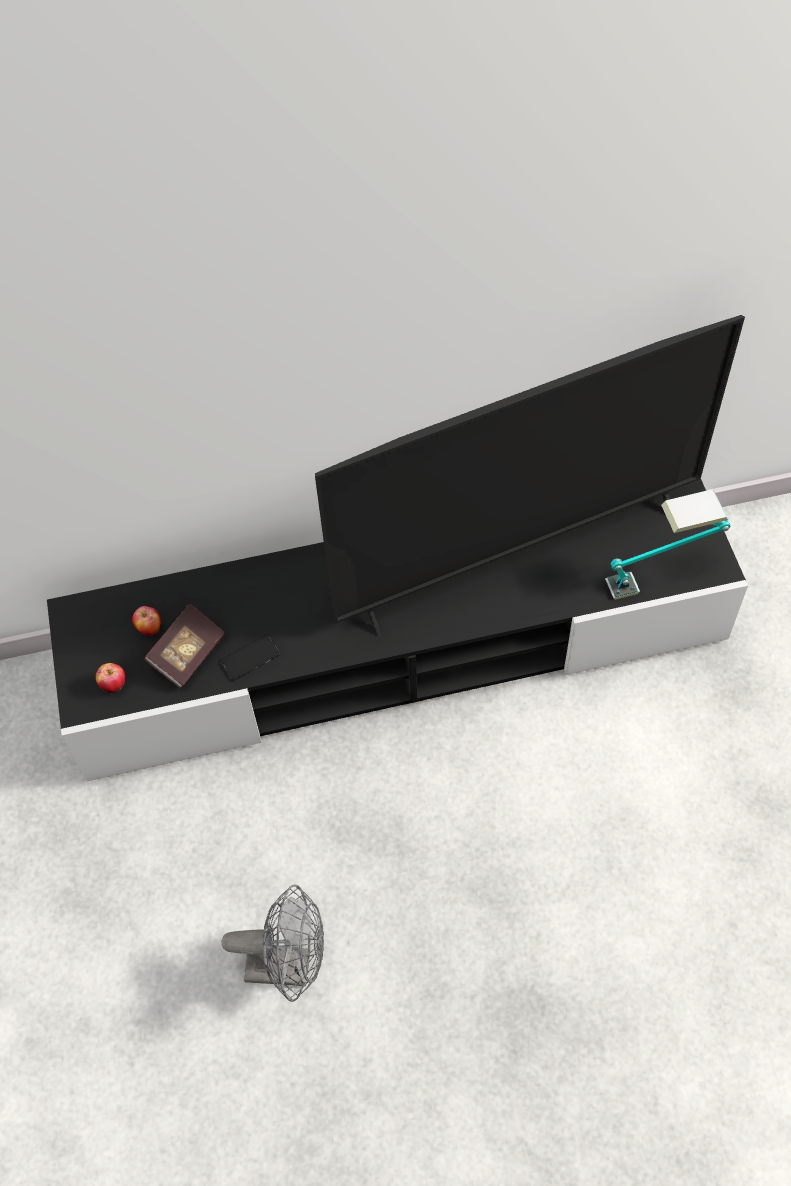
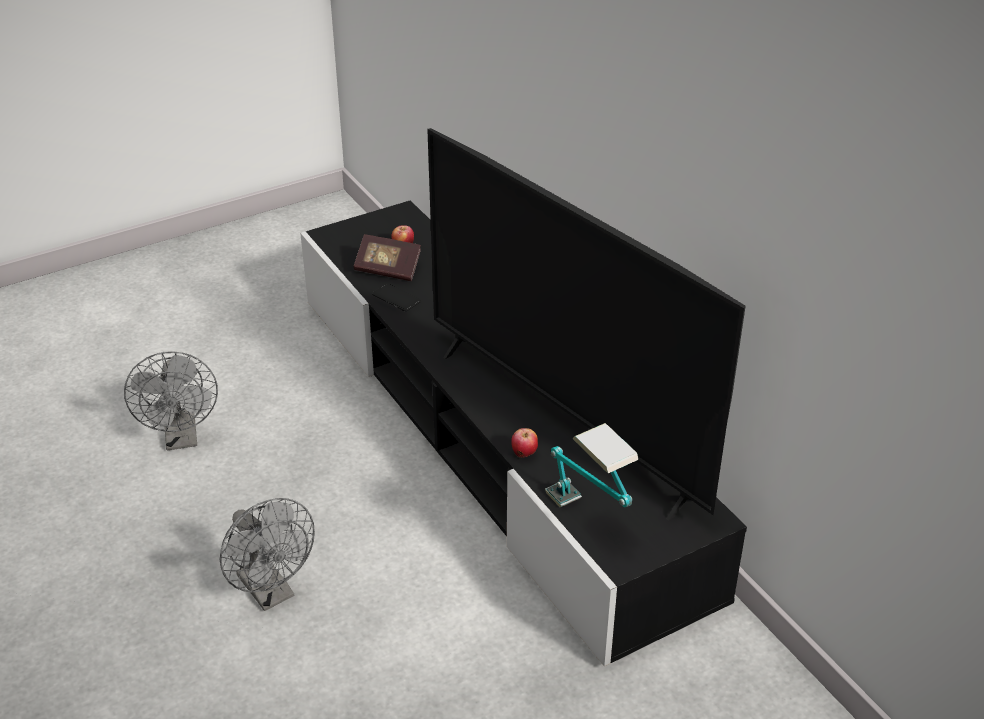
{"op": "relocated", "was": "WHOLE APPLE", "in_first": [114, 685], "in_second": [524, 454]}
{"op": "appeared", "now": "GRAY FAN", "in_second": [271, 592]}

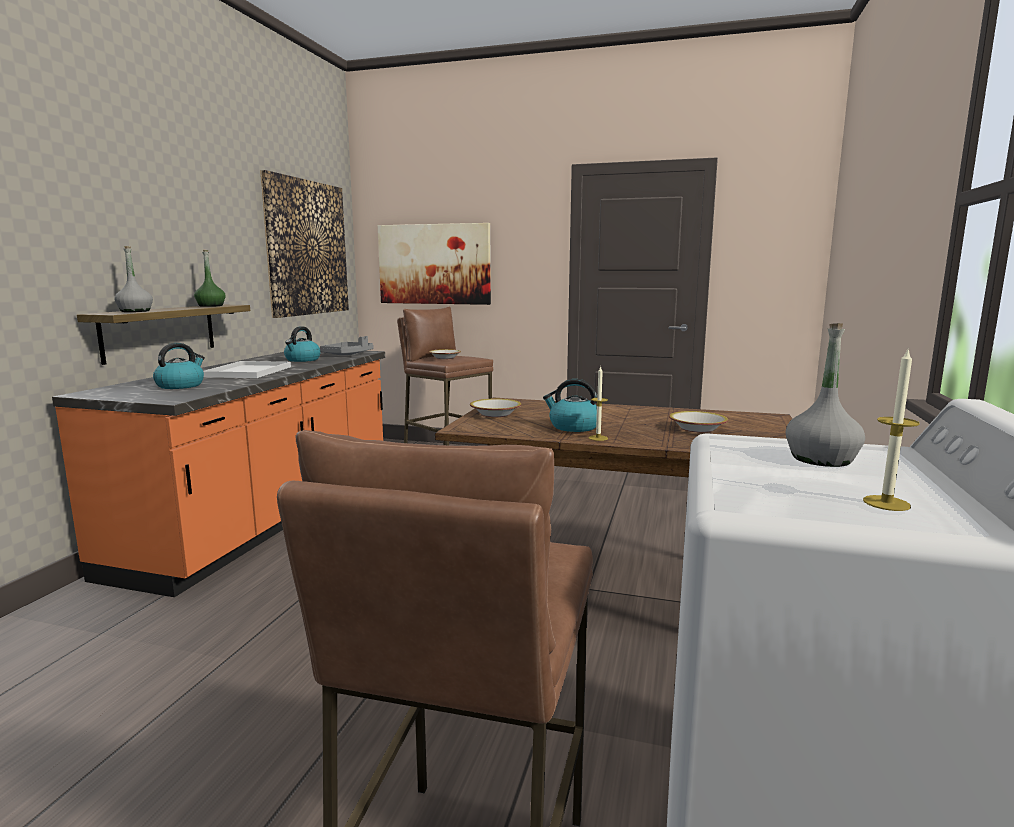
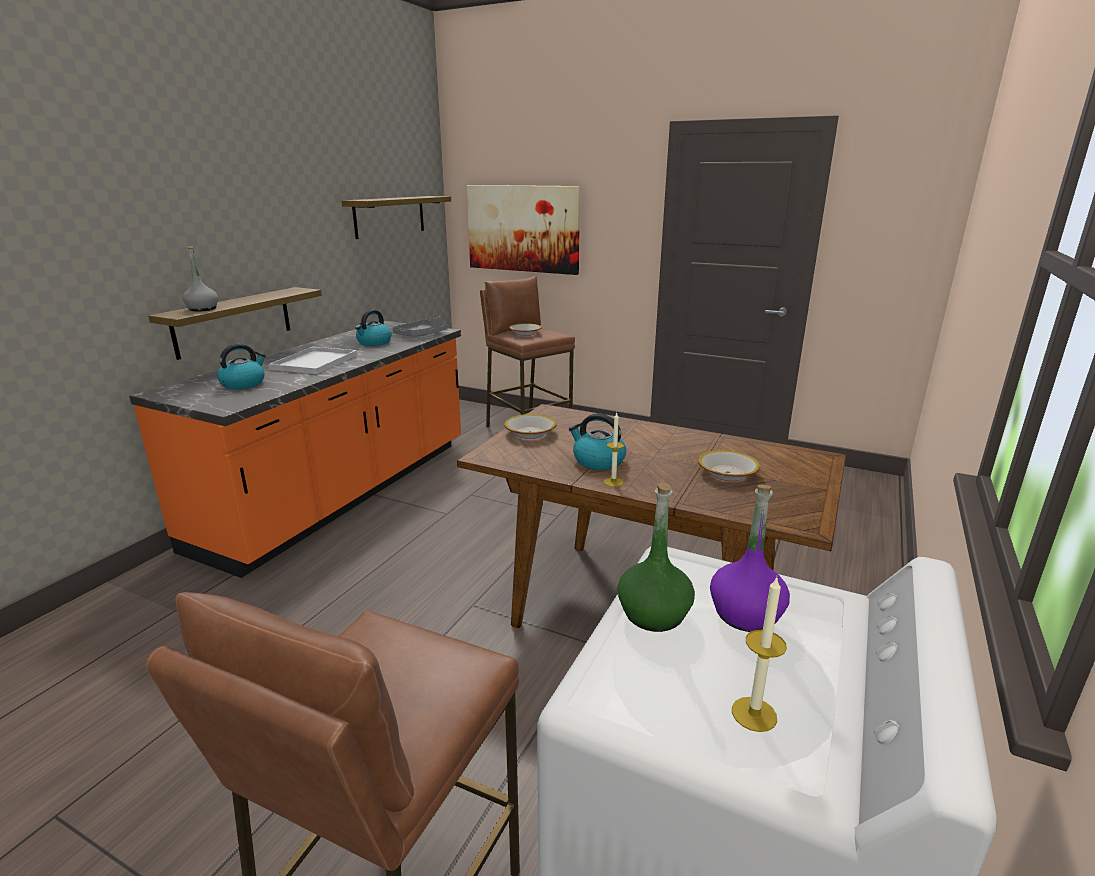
{"op": "relocated", "was": "GREEN-COLOURED DRINK BOTTLE", "in_first": [211, 306], "in_second": [654, 614]}
{"op": "exchanged", "was": "PICTURE", "now": "SHELF", "in_first": [307, 248], "in_second": [389, 216]}
{"op": "colour", "was": "GRAY DRINK BOTTLE", "now": "PURPLISH DRINK BOTTLE", "in_first": [821, 459], "in_second": [745, 614]}

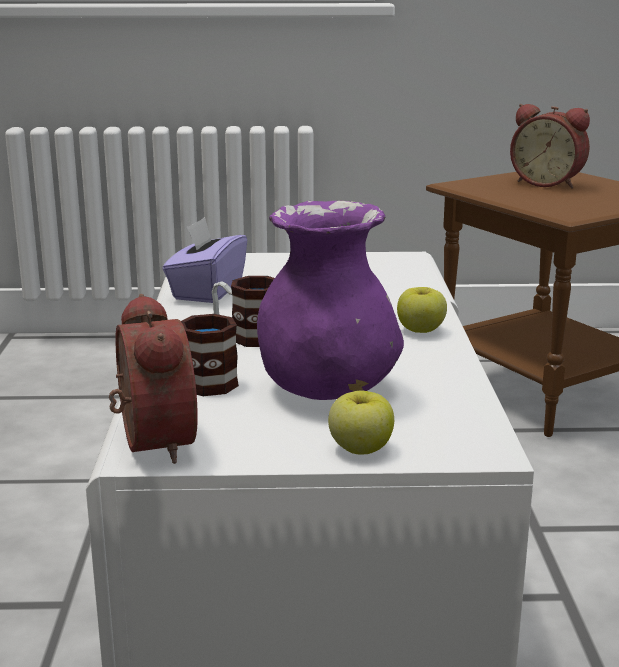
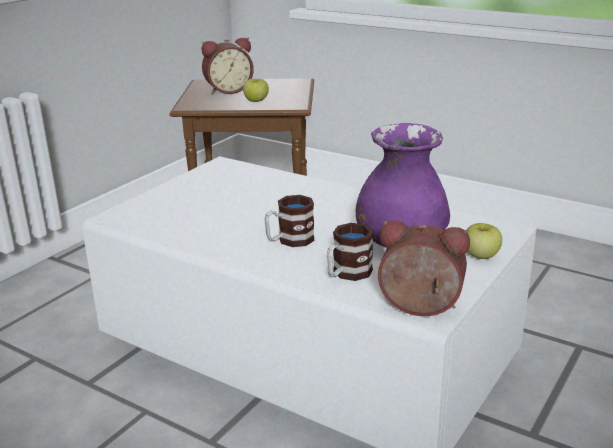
{"op": "missing", "was": "PURPLISH TISSUE HOLDER", "in_first": [207, 291]}
{"op": "relocated", "was": "WHOLE APPLE", "in_first": [421, 330], "in_second": [256, 101]}

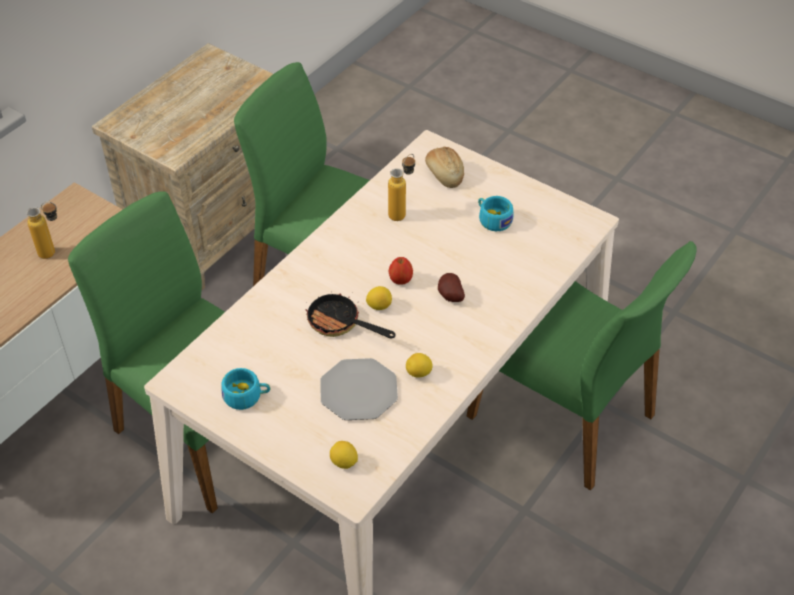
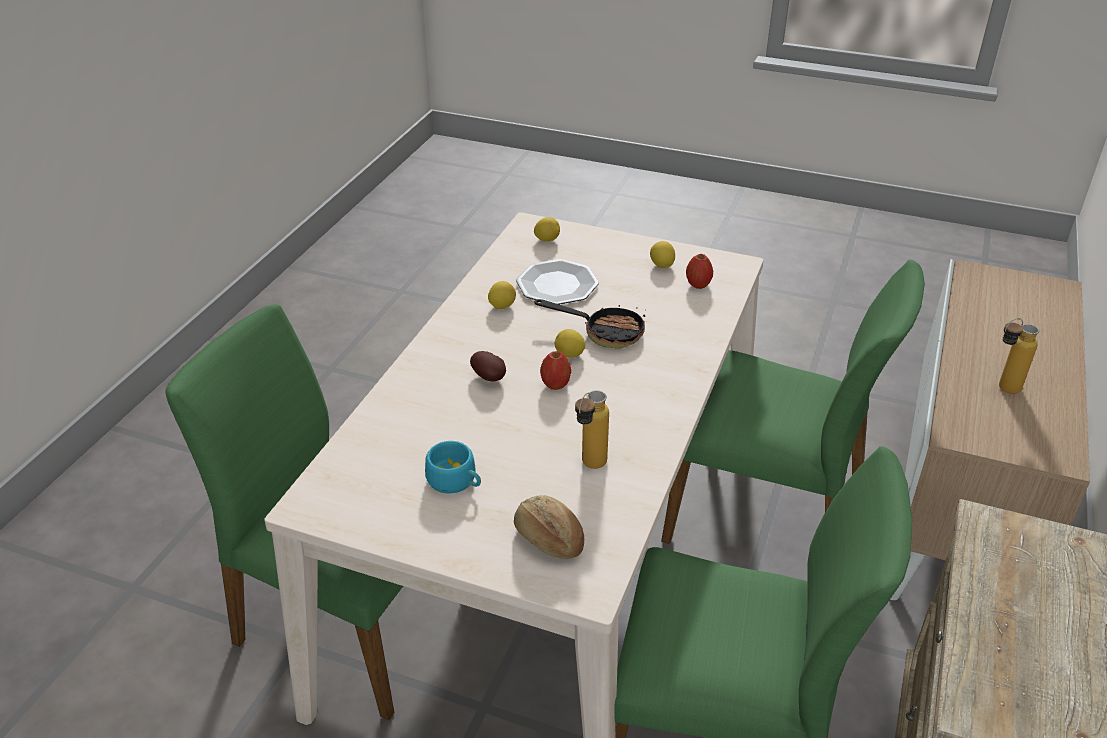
{"op": "exchanged", "was": "BLUE-GREEN CUP", "now": "WHOLE LEMON", "in_first": [247, 396], "in_second": [662, 265]}
{"op": "appeared", "now": "WHOLE APPLE", "in_second": [698, 284]}

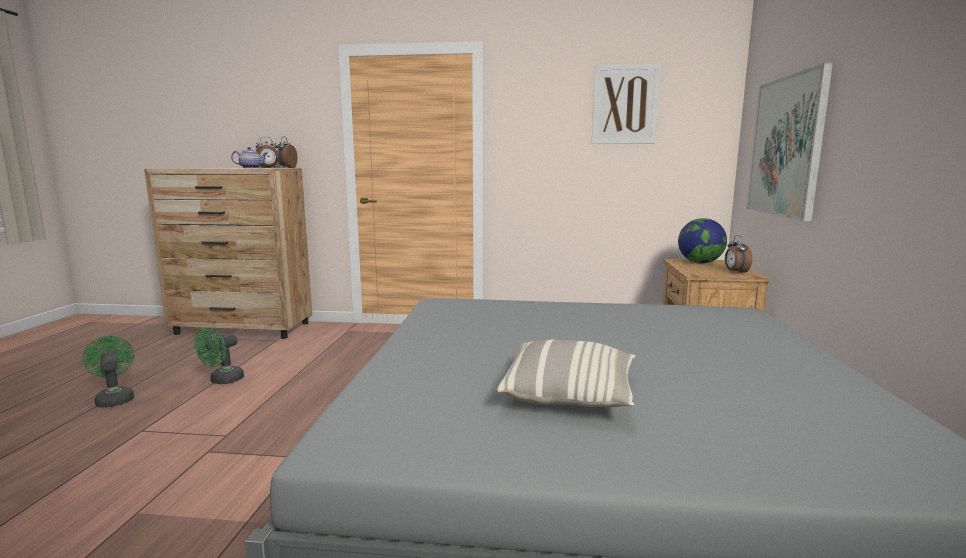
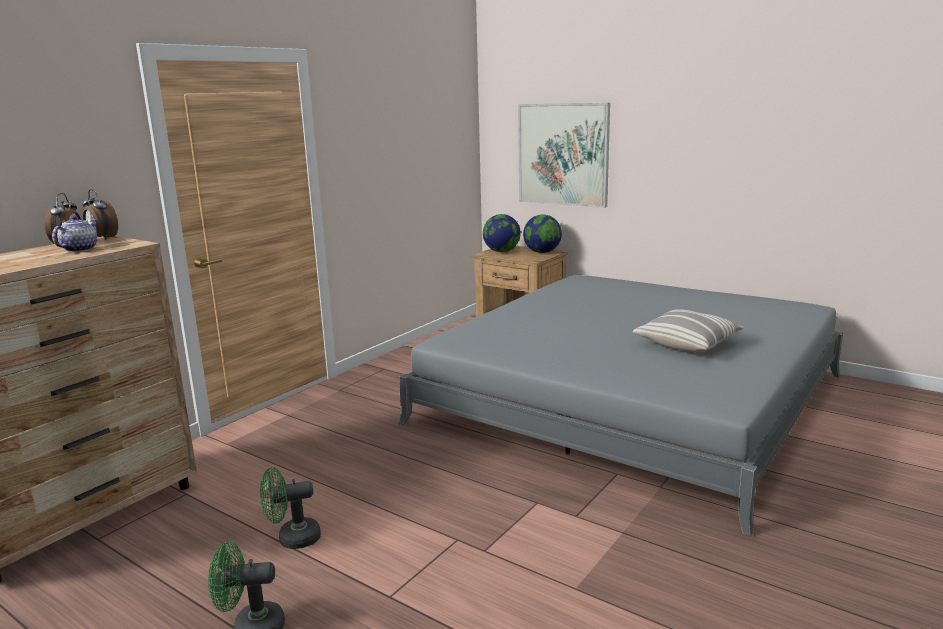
{"op": "spun", "was": "GREEN-COLOURED FAN", "in_first": [222, 381], "in_second": [292, 539], "clockwise": 105}
{"op": "missing", "was": "PICTURE", "in_first": [624, 105]}
{"op": "exchanged", "was": "ALARM CLOCK", "now": "GLOBE", "in_first": [735, 272], "in_second": [542, 252]}

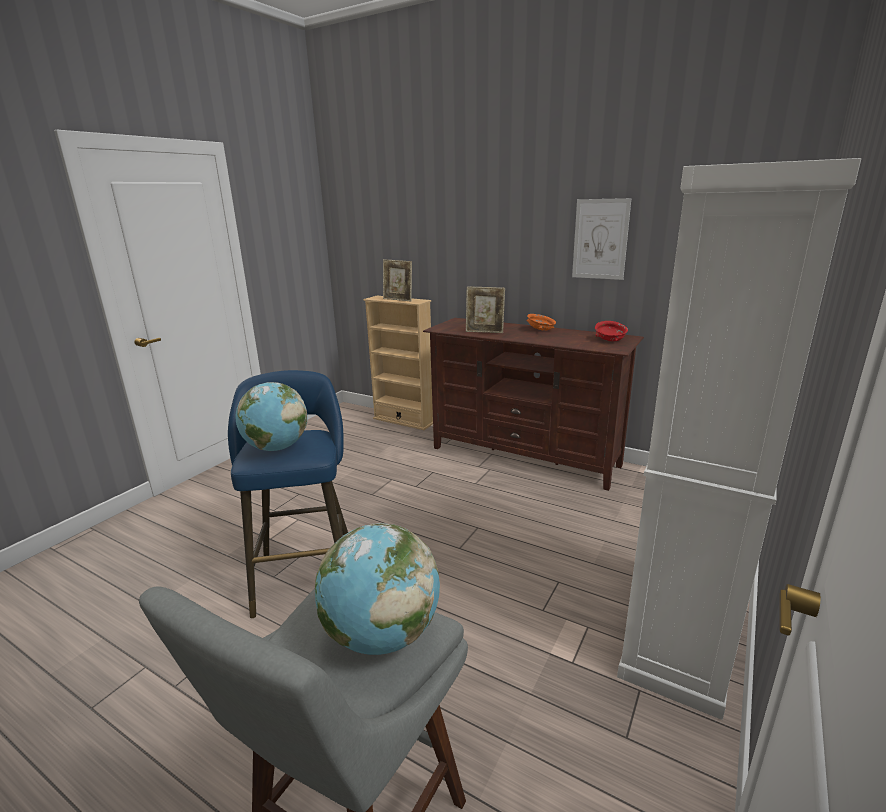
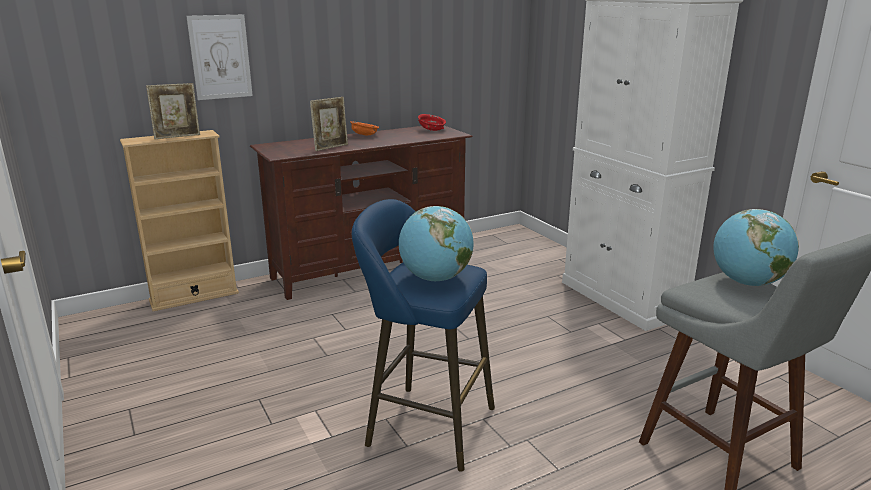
{"op": "relocated", "was": "PICTURE", "in_first": [600, 239], "in_second": [220, 57]}

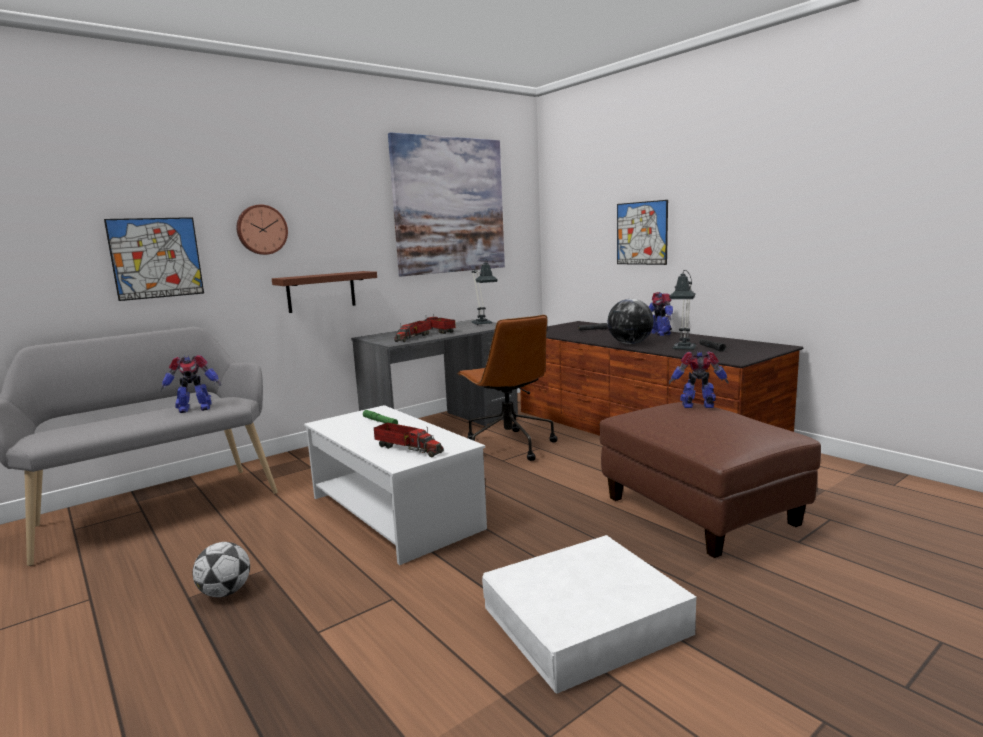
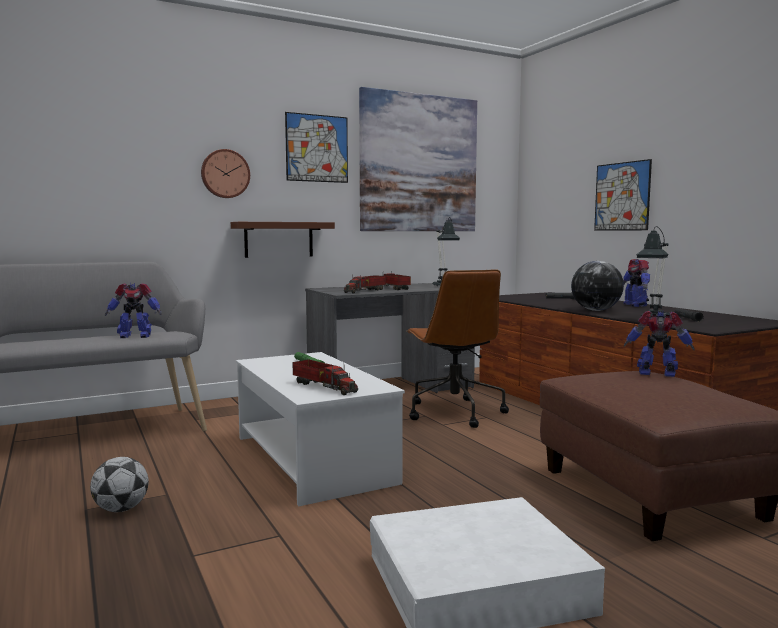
{"op": "relocated", "was": "PICTURE", "in_first": [156, 258], "in_second": [317, 148]}

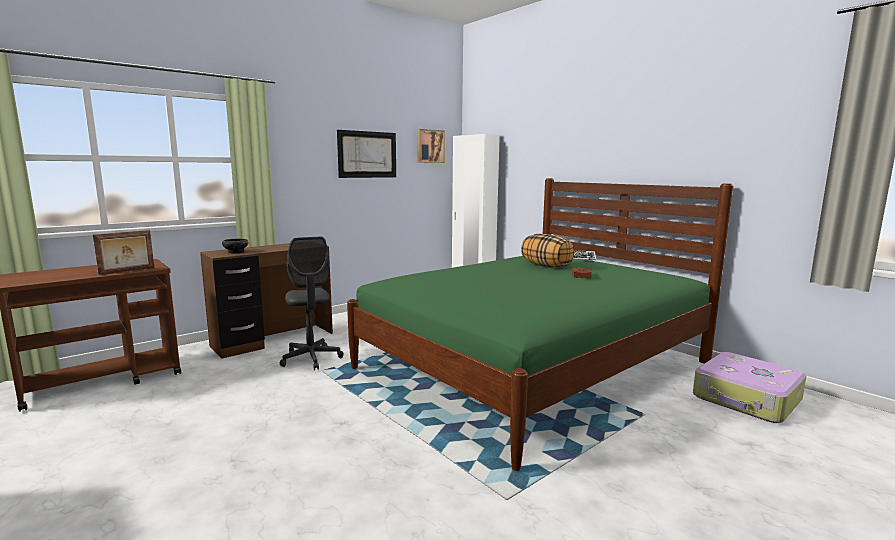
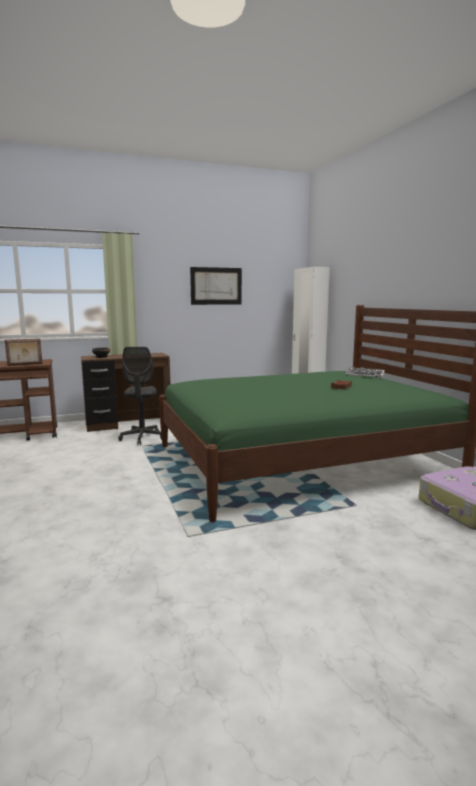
{"op": "missing", "was": "PICTURE", "in_first": [429, 146]}
{"op": "missing", "was": "THROW PILLOW", "in_first": [546, 266]}

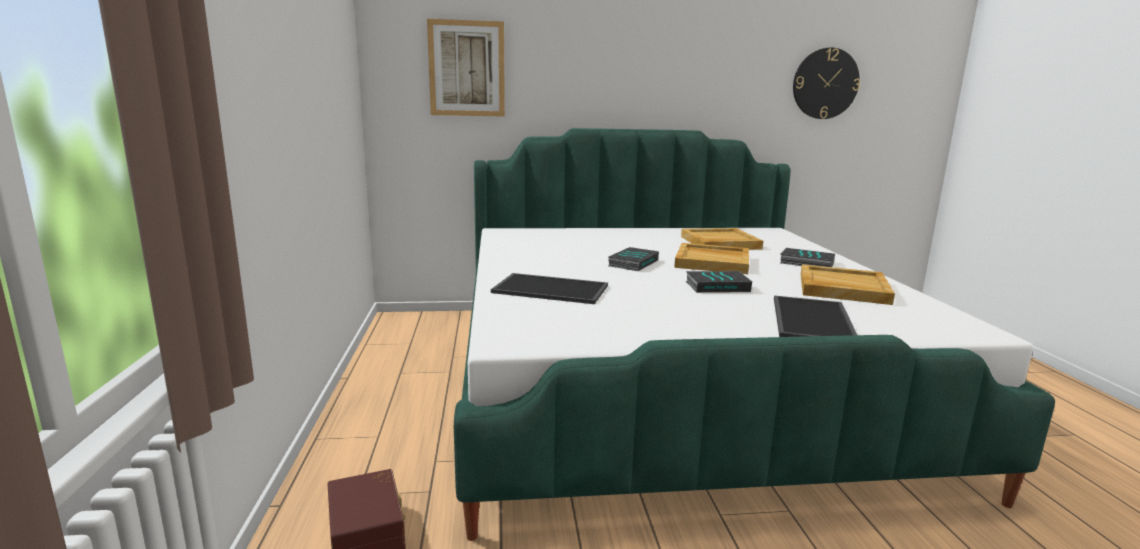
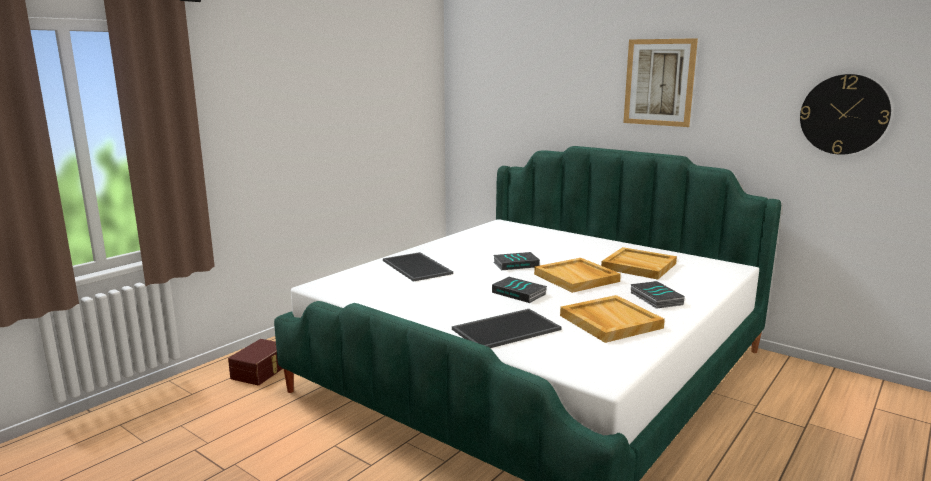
{"op": "relocated", "was": "PICTURE", "in_first": [467, 69], "in_second": [659, 82]}

